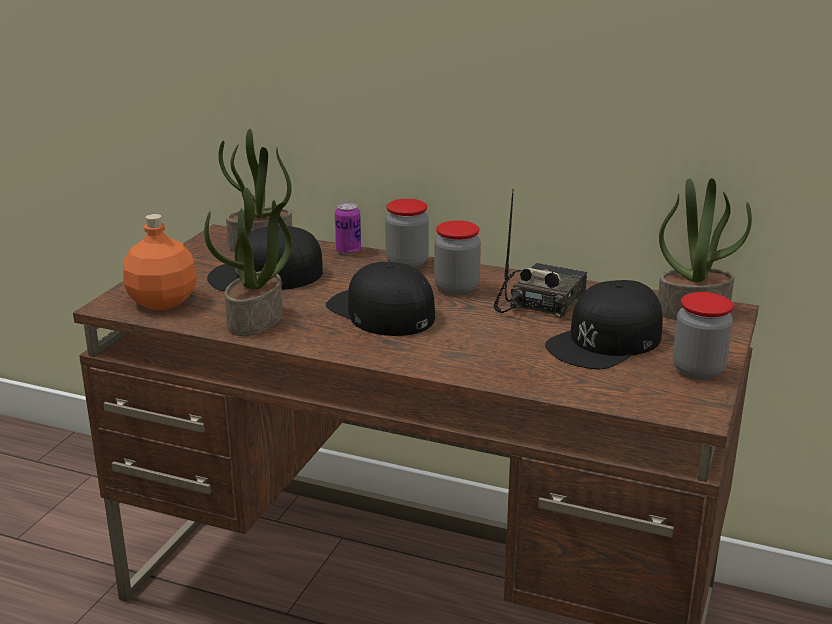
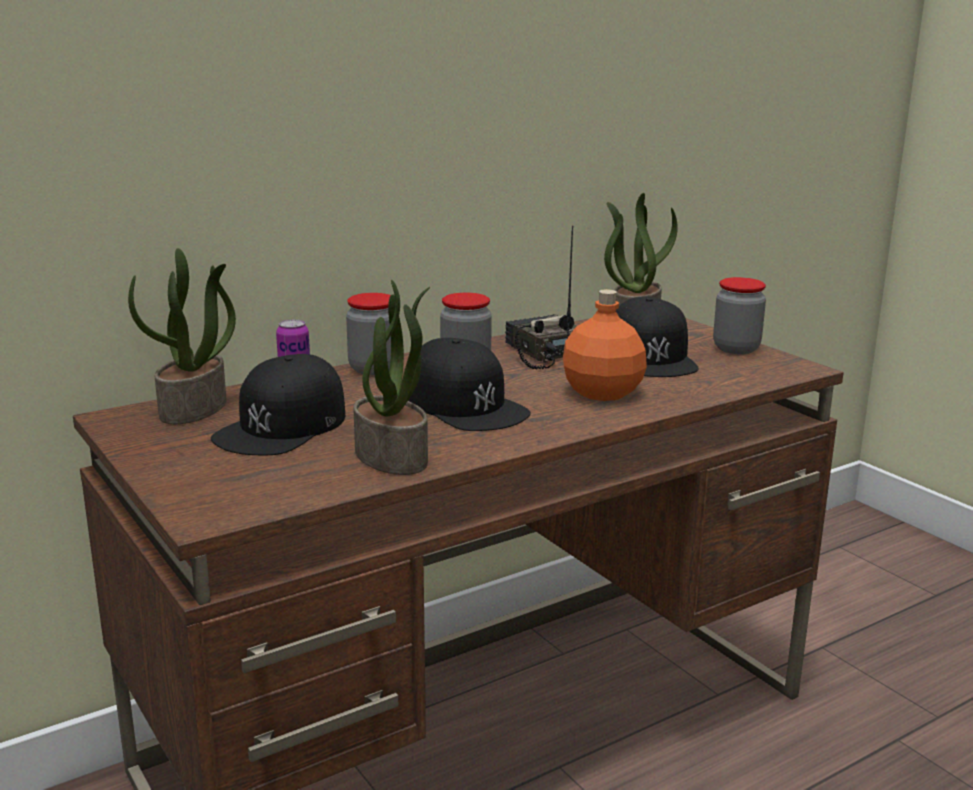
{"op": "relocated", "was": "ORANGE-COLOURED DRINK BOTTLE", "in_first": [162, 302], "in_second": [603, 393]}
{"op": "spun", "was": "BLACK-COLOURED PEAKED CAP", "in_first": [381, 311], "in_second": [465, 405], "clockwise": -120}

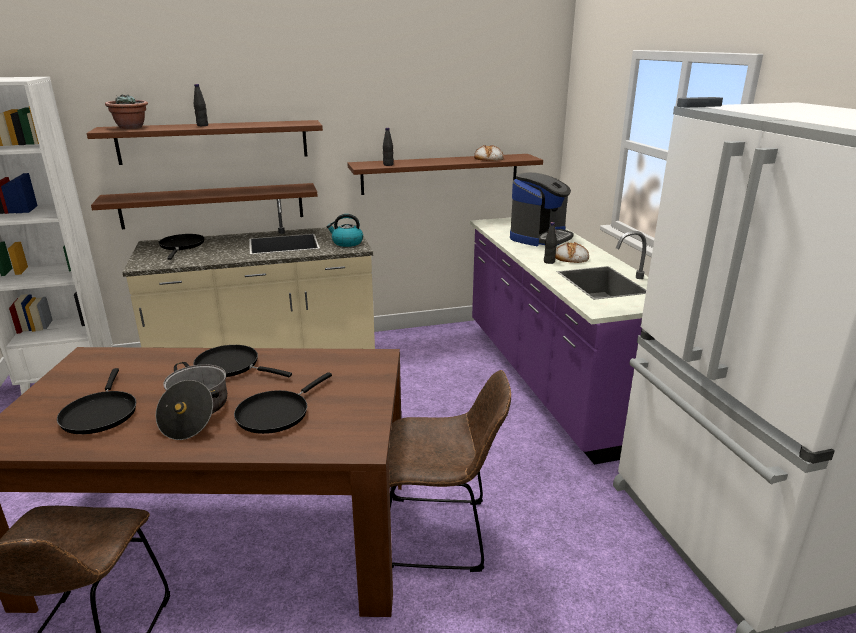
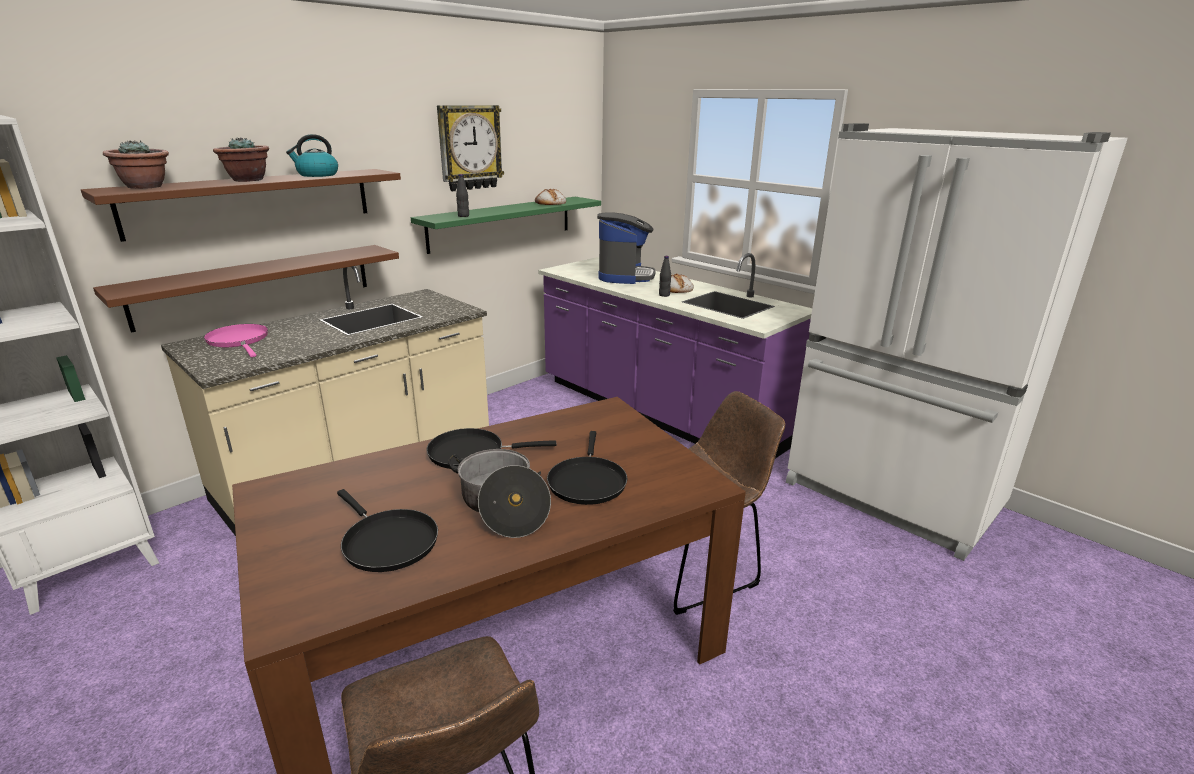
{"op": "colour", "was": "BLACK-COLOURED SKILLET", "now": "PINK SKILLET", "in_first": [181, 246], "in_second": [239, 341]}
{"op": "exchanged", "was": "BLACK-COLOURED DRINK BOTTLE", "now": "POTTED PLANT", "in_first": [202, 125], "in_second": [247, 180]}
{"op": "relocated", "was": "KETTLE", "in_first": [347, 243], "in_second": [317, 175]}
{"op": "colour", "was": "BROWN-COLOURED SHELF", "now": "GREEN-COLOURED SHELF", "in_first": [440, 174], "in_second": [502, 223]}
{"op": "appeared", "now": "WALL CLOCK", "in_second": [469, 148]}

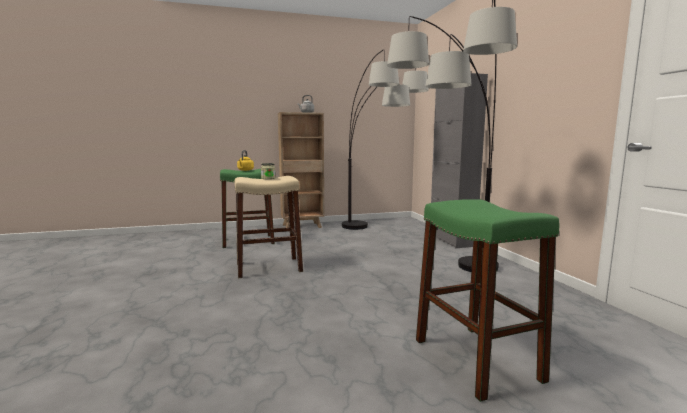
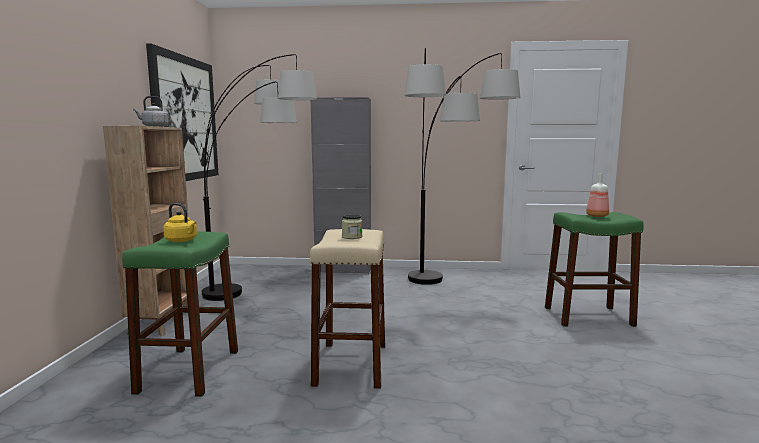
{"op": "appeared", "now": "PICTURE", "in_second": [185, 119]}
{"op": "appeared", "now": "DRINK BOTTLE", "in_second": [597, 216]}

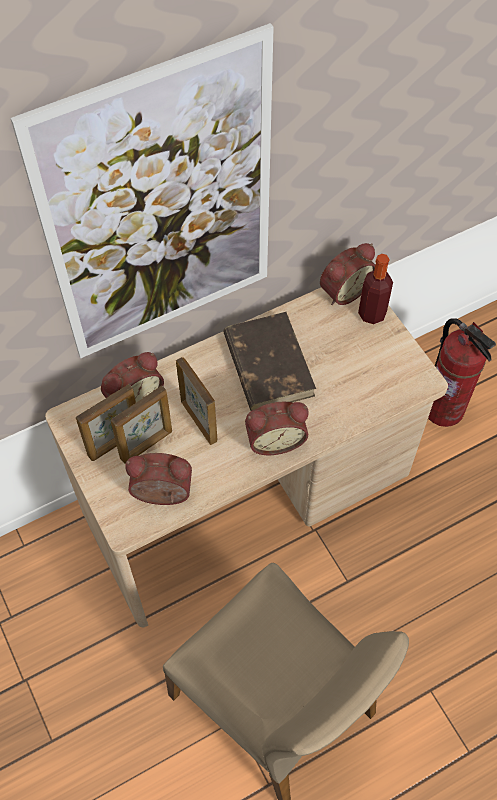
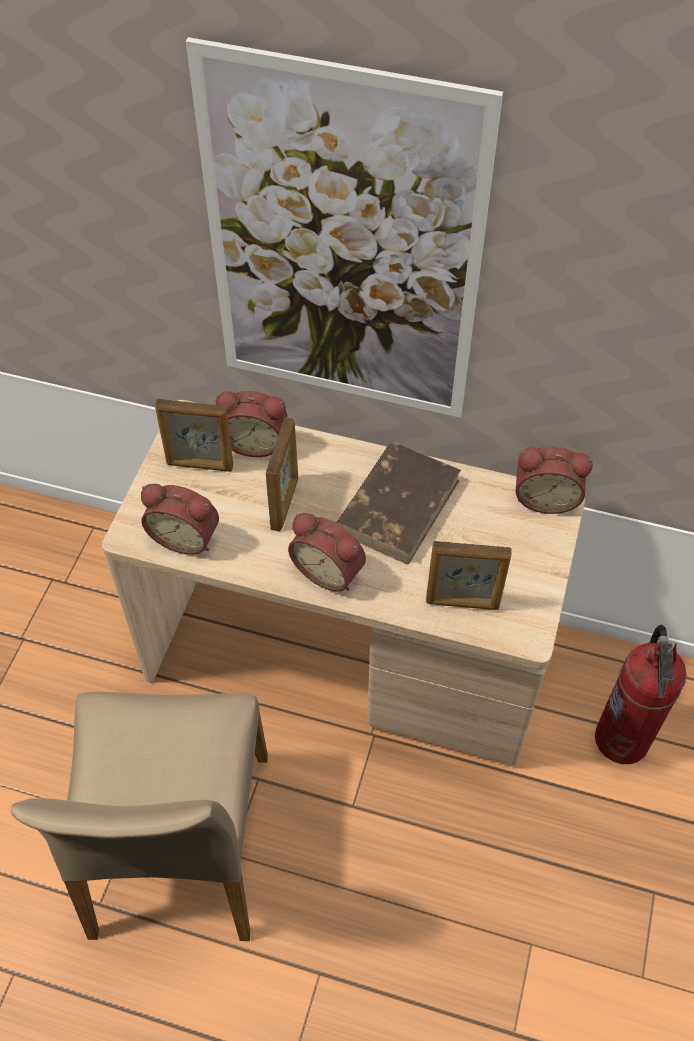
{"op": "relocated", "was": "PHOTO FRAME", "in_first": [147, 445], "in_second": [462, 603]}
{"op": "spun", "was": "ALARM CLOCK", "in_first": [162, 496], "in_second": [186, 536], "clockwise": 150}
{"op": "missing", "was": "DRINK BOTTLE", "in_first": [372, 314]}

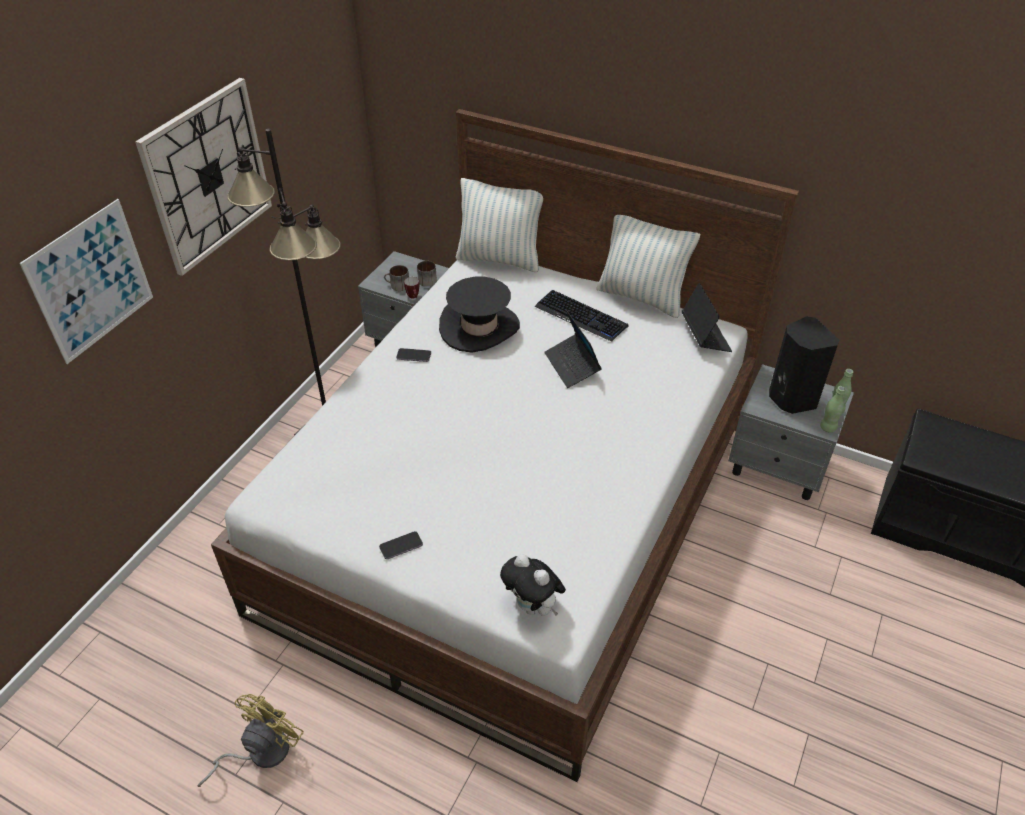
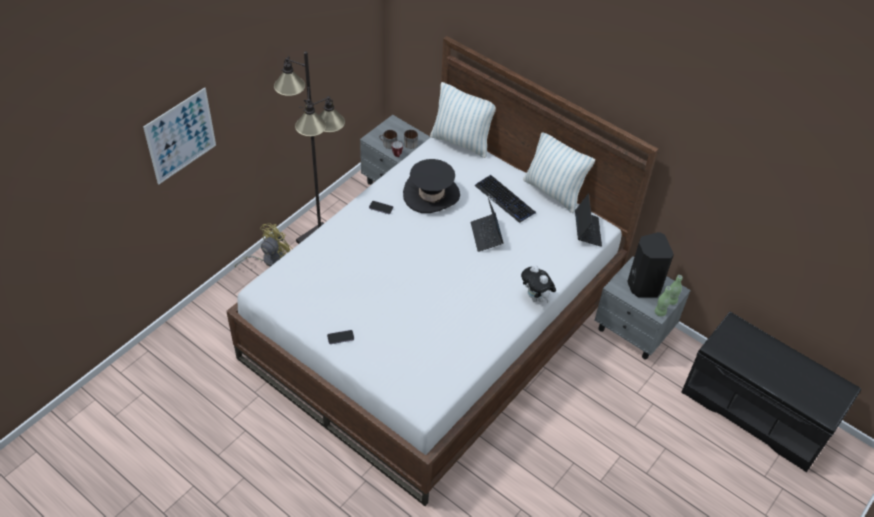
{"op": "missing", "was": "WALL CLOCK", "in_first": [208, 176]}
{"op": "relocated", "was": "YELLOWISH FAN", "in_first": [260, 752], "in_second": [268, 259]}
{"op": "relocated", "was": "SOFT TOY", "in_first": [533, 607], "in_second": [536, 298]}

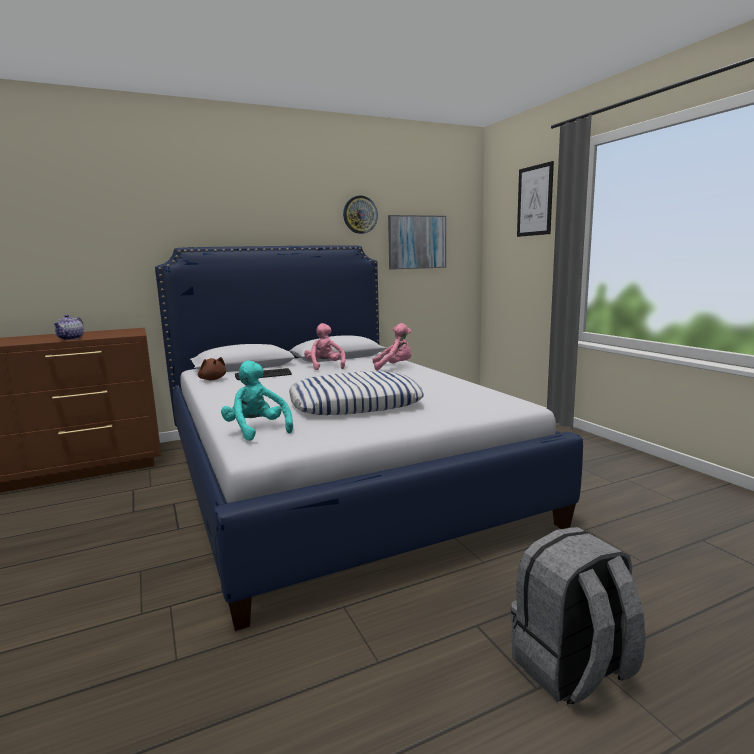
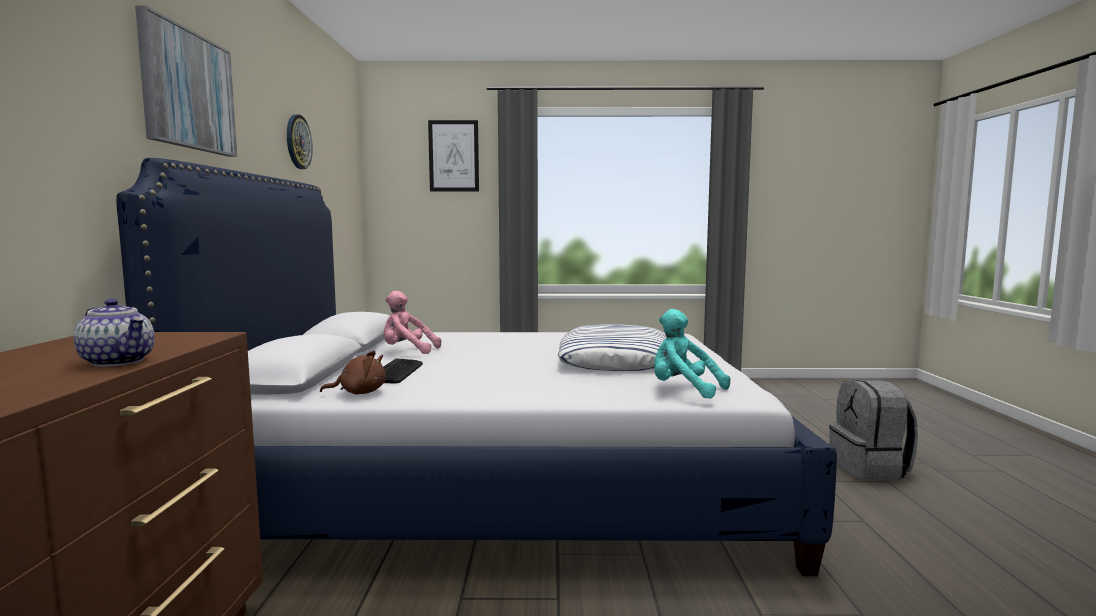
{"op": "spun", "was": "BLUE-GREEN SOFT TOY", "in_first": [257, 430], "in_second": [683, 390], "clockwise": 45}
{"op": "missing", "was": "PINK SOFT TOY", "in_first": [394, 367]}
{"op": "relocated", "was": "PICTURE", "in_first": [417, 242], "in_second": [188, 90]}

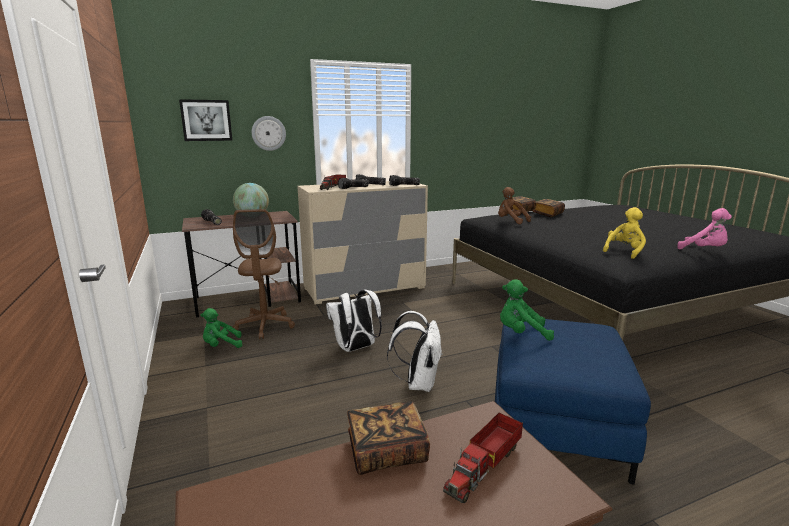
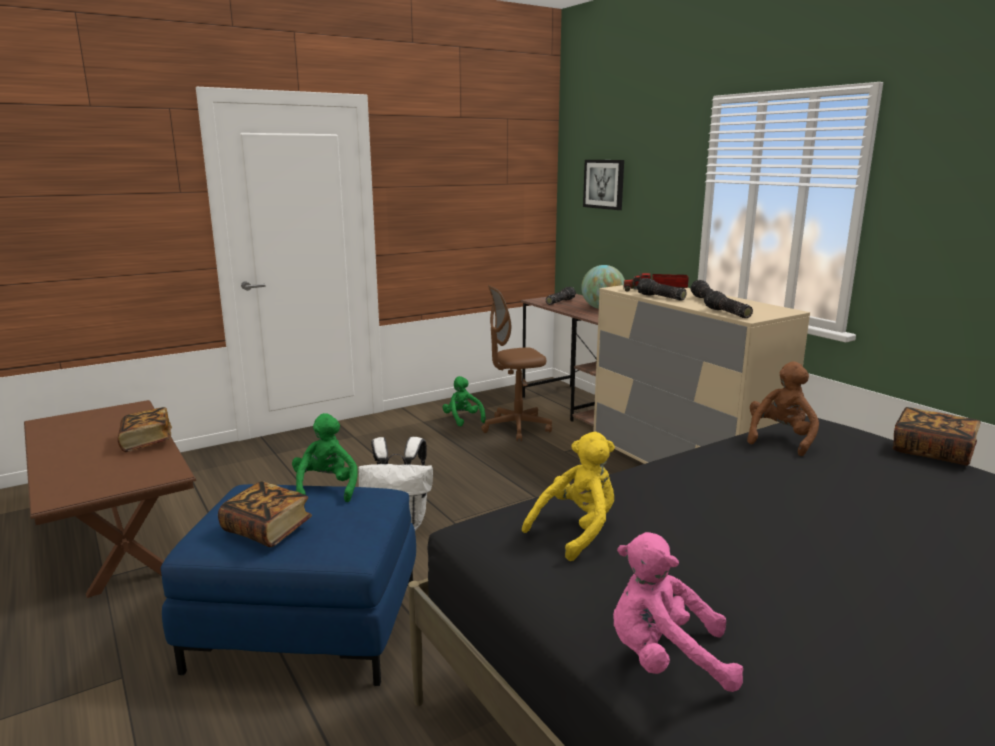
{"op": "missing", "was": "WALL CLOCK", "in_first": [268, 133]}
{"op": "missing", "was": "WHITE BACKPACK", "in_first": [355, 348]}
{"op": "missing", "was": "MODEL TRUCK", "in_first": [485, 465]}
{"op": "relocated", "was": "BOUND BOOK", "in_first": [548, 214], "in_second": [267, 529]}
{"op": "spun", "was": "YELLOWISH SOFT TOY", "in_first": [624, 252], "in_second": [577, 531], "clockwise": -75}
{"op": "spun", "was": "PINK SOFT TOY", "in_first": [704, 250], "in_second": [665, 659], "clockwise": 60}

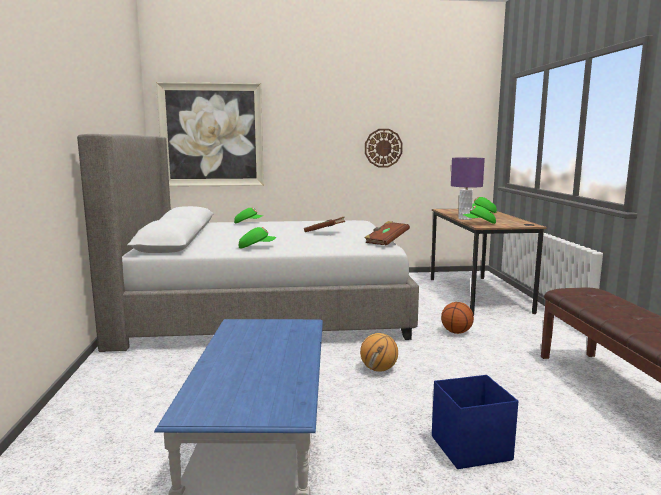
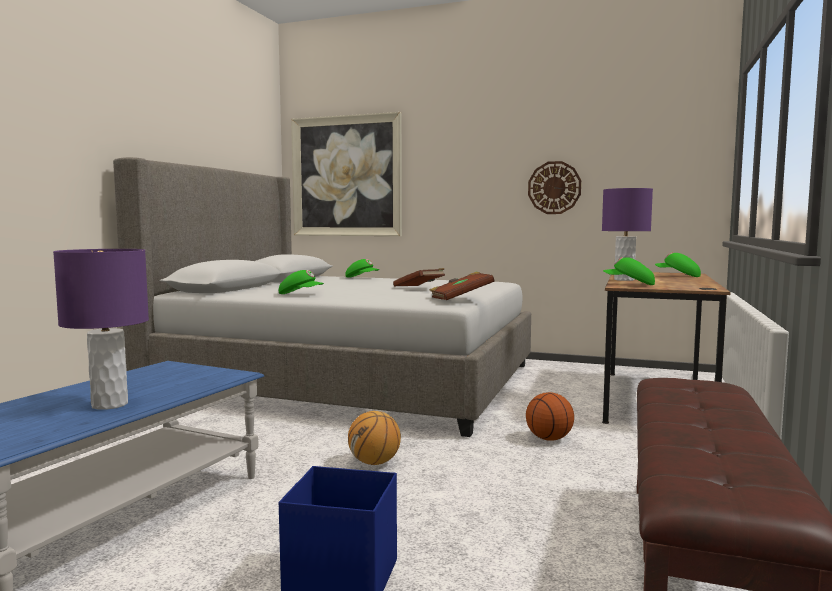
{"op": "appeared", "now": "PURPLISH LAMP FOR A TABLE", "in_second": [109, 404]}

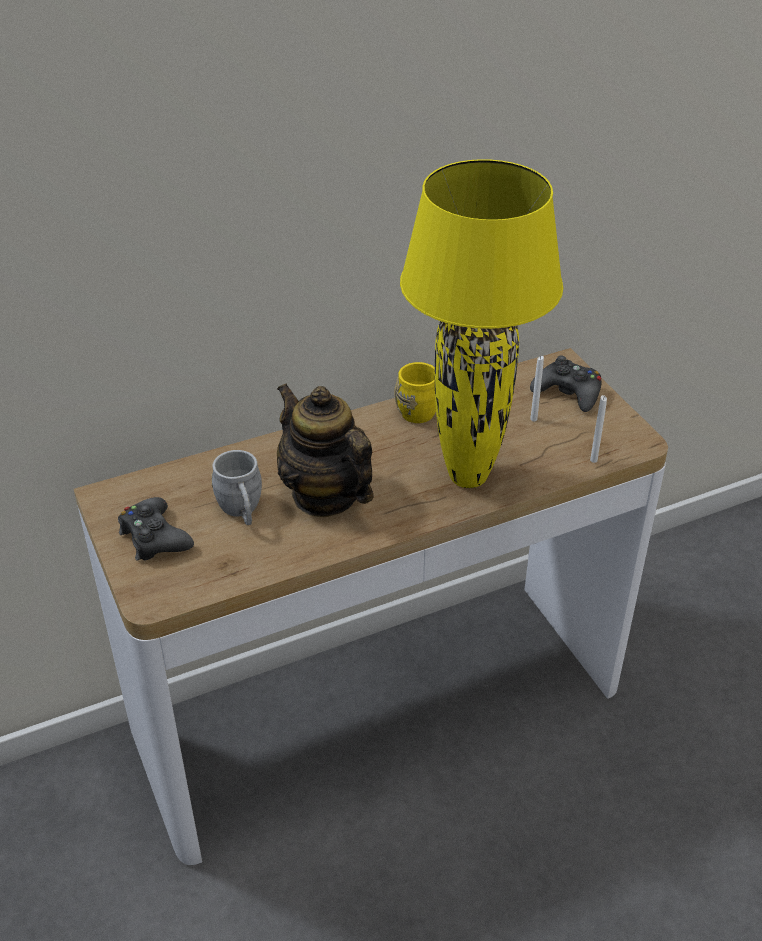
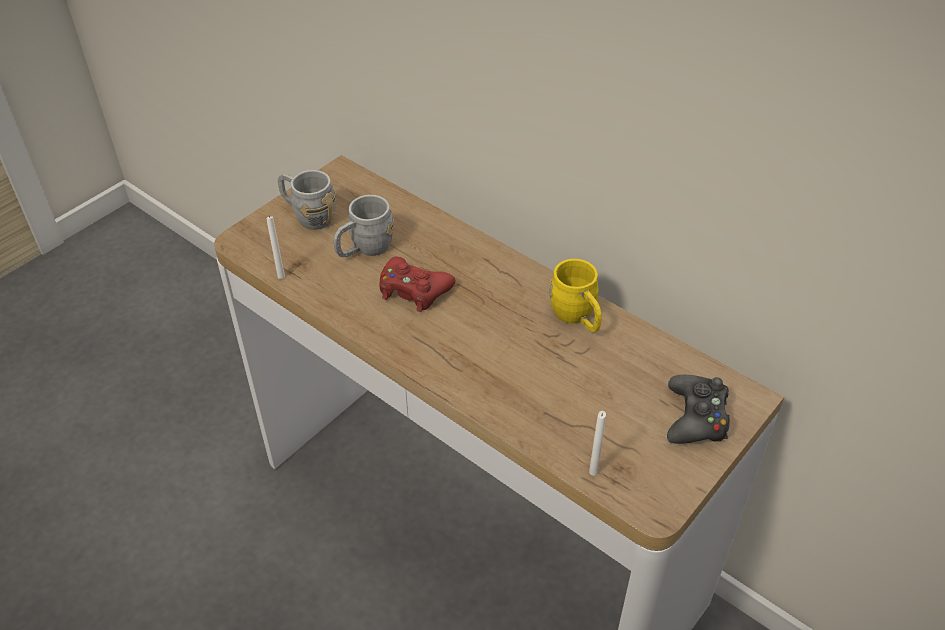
{"op": "exchanged", "was": "BLACK-COLOURED GAMEPAD", "now": "GRAY COFFEE MUG", "in_first": [154, 538], "in_second": [308, 215]}
{"op": "exchanged", "was": "POT FOR TEA", "now": "RED GAMEPAD", "in_first": [325, 495], "in_second": [413, 290]}
{"op": "missing", "was": "YELLOWISH LAMP FOR A TABLE", "in_first": [469, 476]}
{"op": "relocated", "was": "WHITE CANDLE", "in_first": [533, 419], "in_second": [281, 276]}

